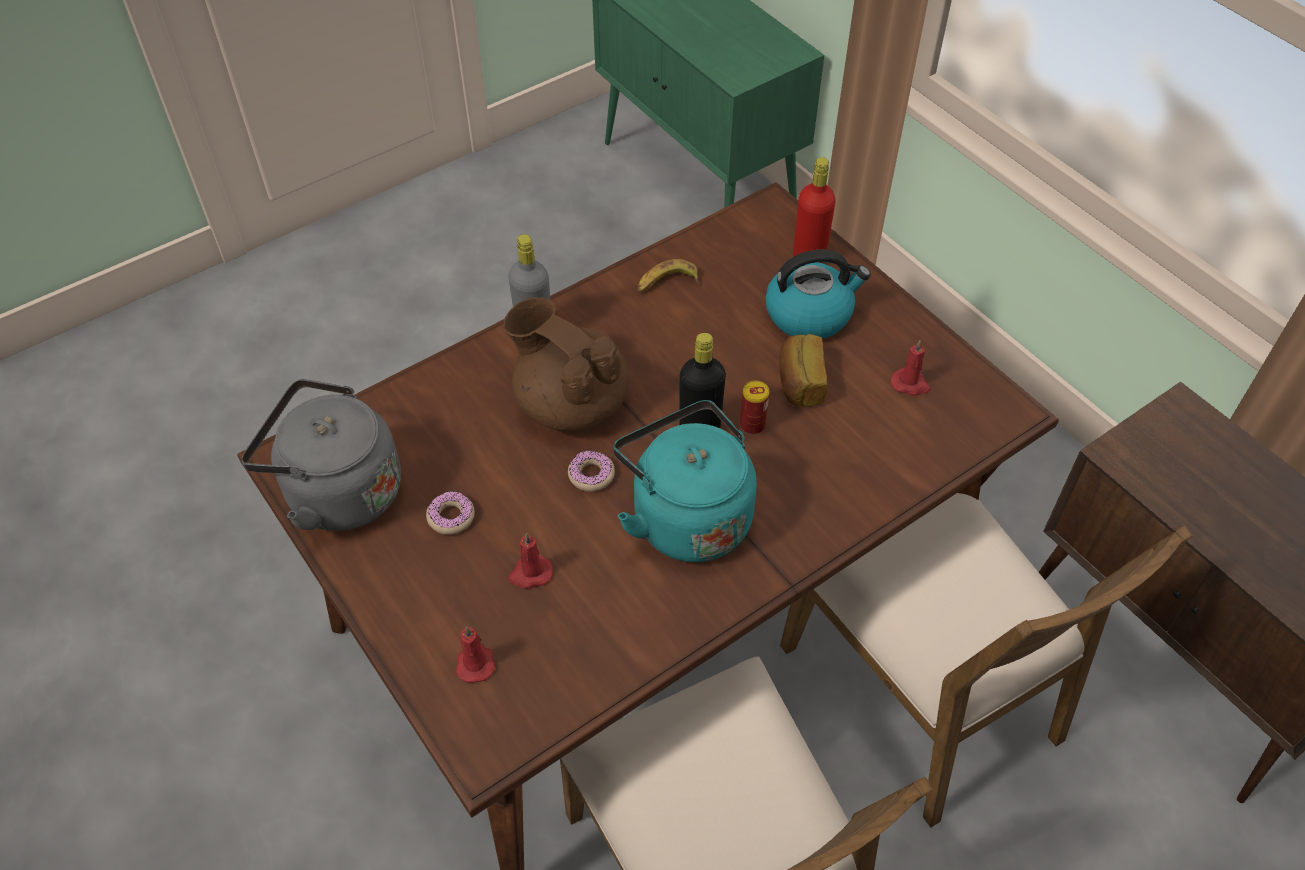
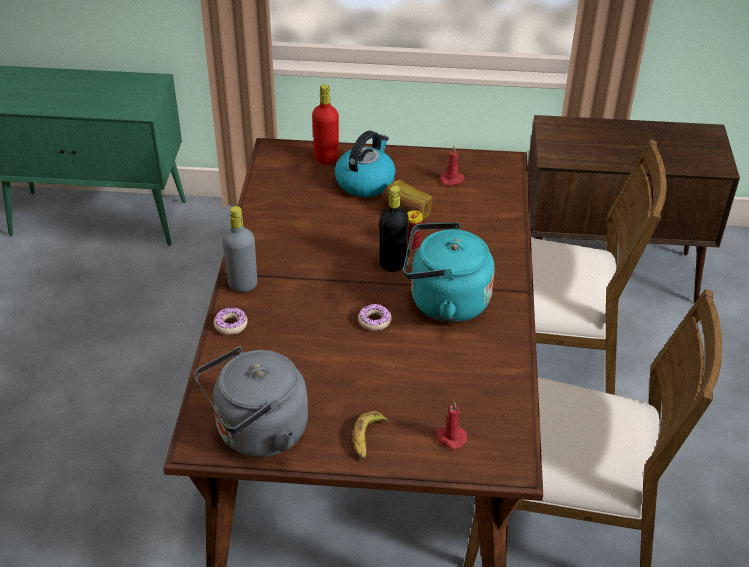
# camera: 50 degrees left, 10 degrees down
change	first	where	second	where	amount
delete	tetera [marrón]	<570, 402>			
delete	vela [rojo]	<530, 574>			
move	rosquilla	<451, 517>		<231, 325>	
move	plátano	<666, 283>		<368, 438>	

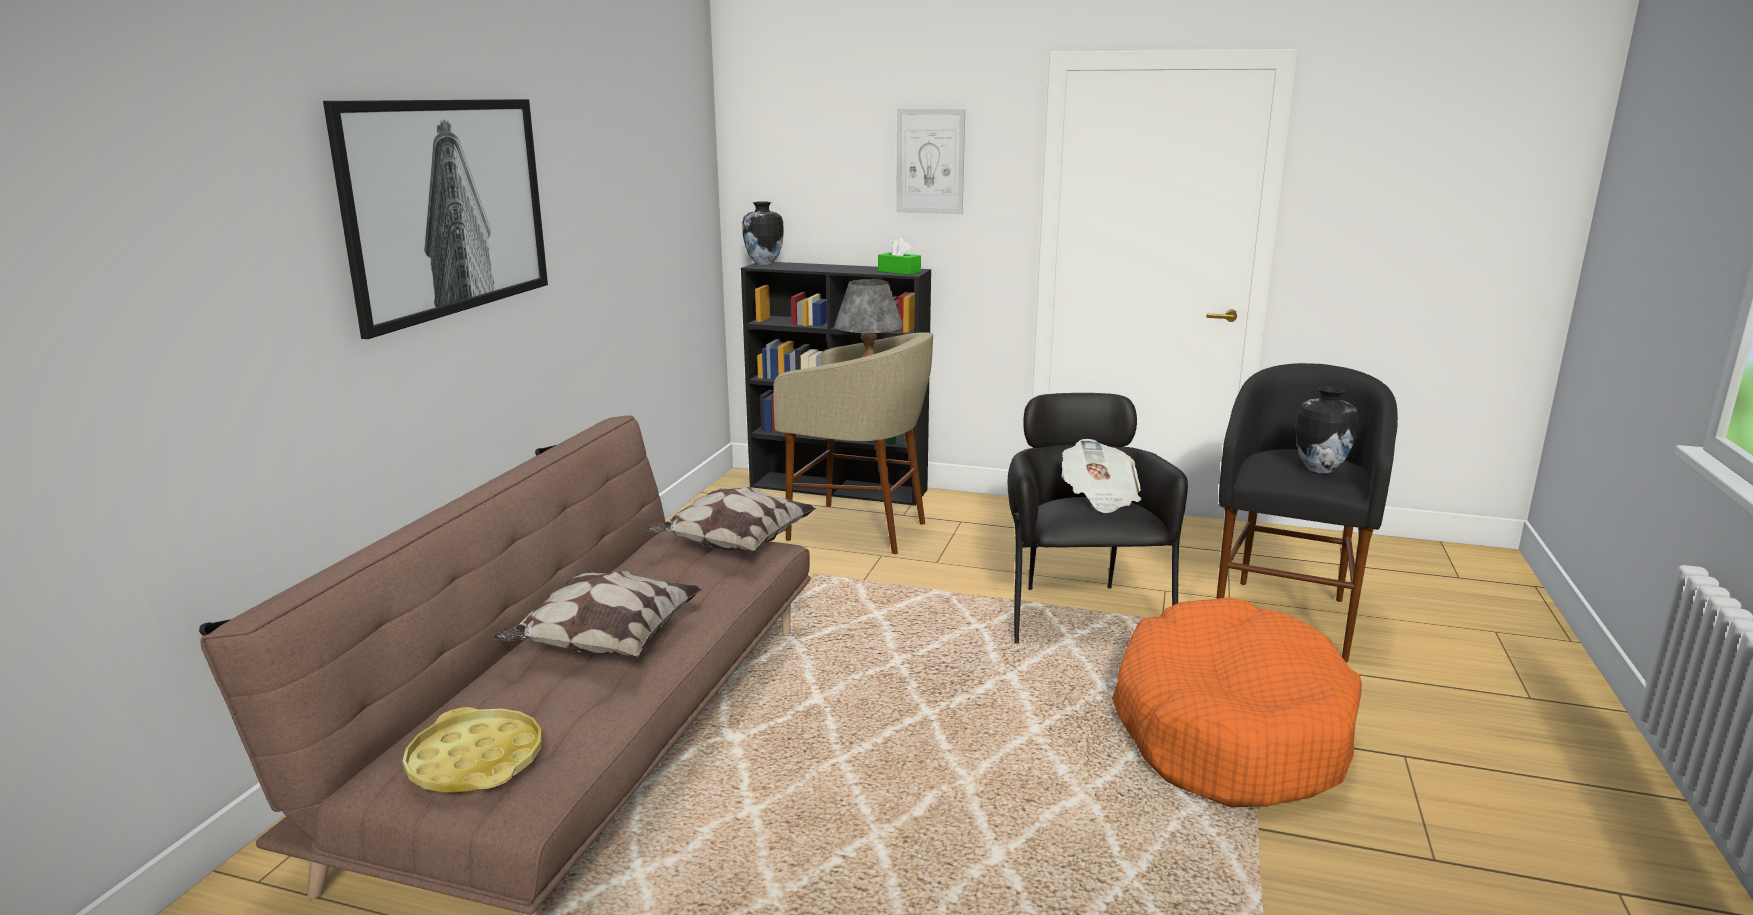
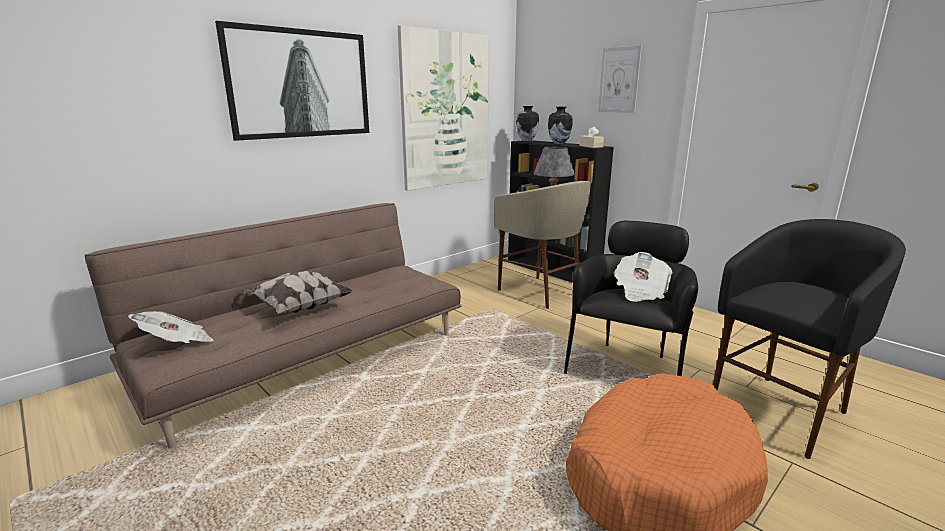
# camera: 30 degrees right, 0 degrees up
change	first	where	second	where	amount
delete	cojín	<733, 545>			
insert			cuadro	<446, 111>	
move	florero	<1319, 469>		<558, 143>	
replace	bandeja [amarillo]	<476, 761>	periódico	<177, 343>	
recolor	caja de pañuelos [verde]	<899, 271>	caja de pañuelos [beis]	<590, 146>	

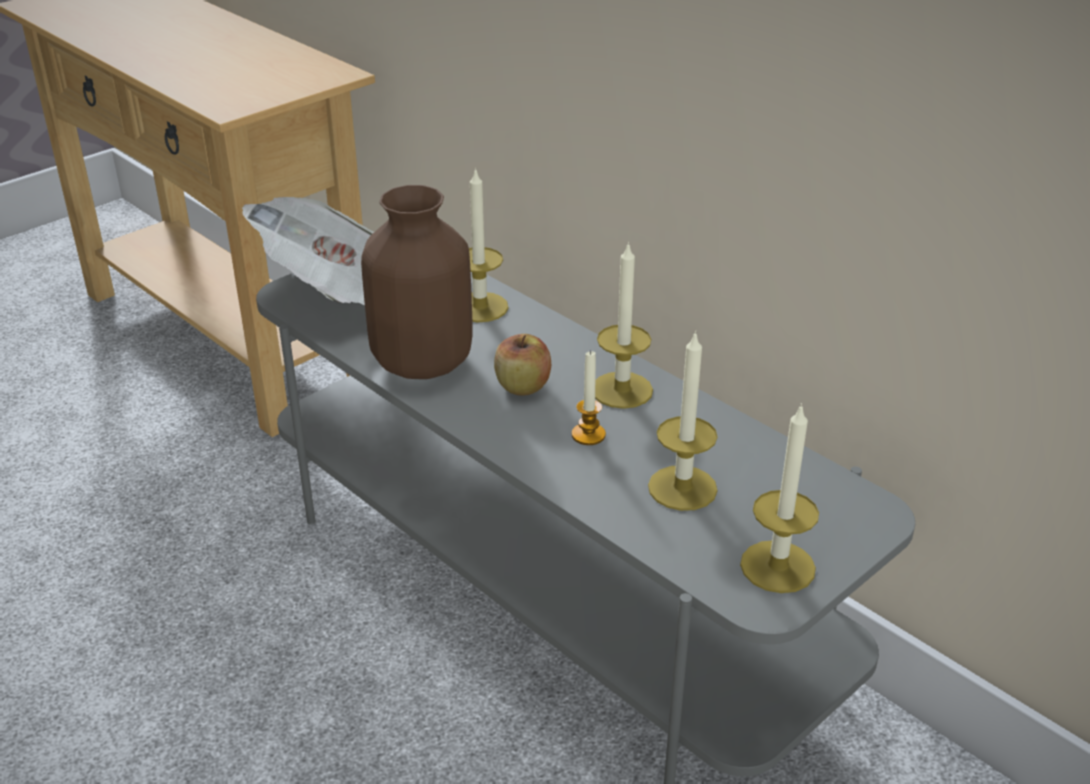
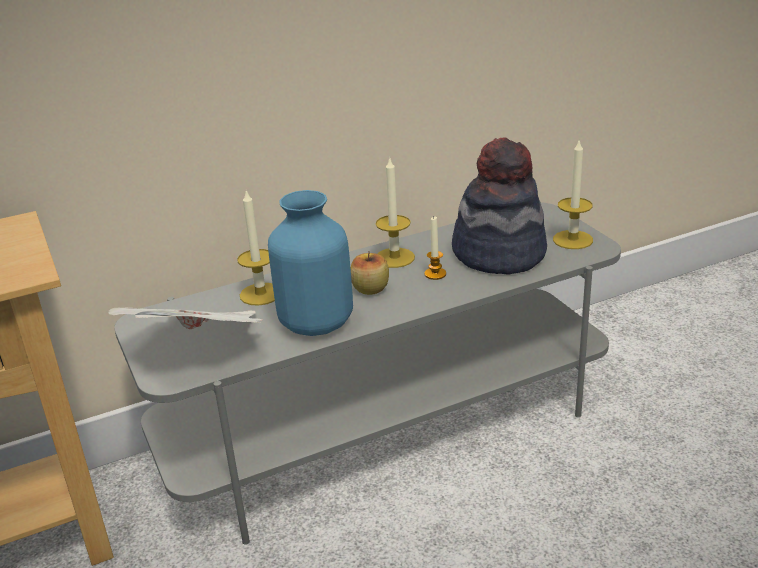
# camera: 70 degrees left, 5 degrees down
change	first	where	second	where	amount
replace	vela	<682, 488>	sombrero	<499, 254>	
recolor	florero [marrón]	<423, 361>	florero [azul]	<315, 323>	

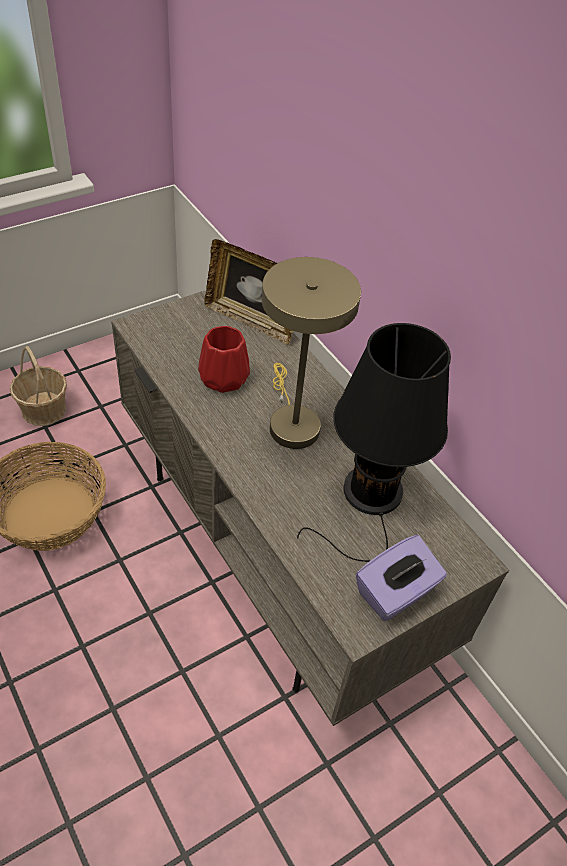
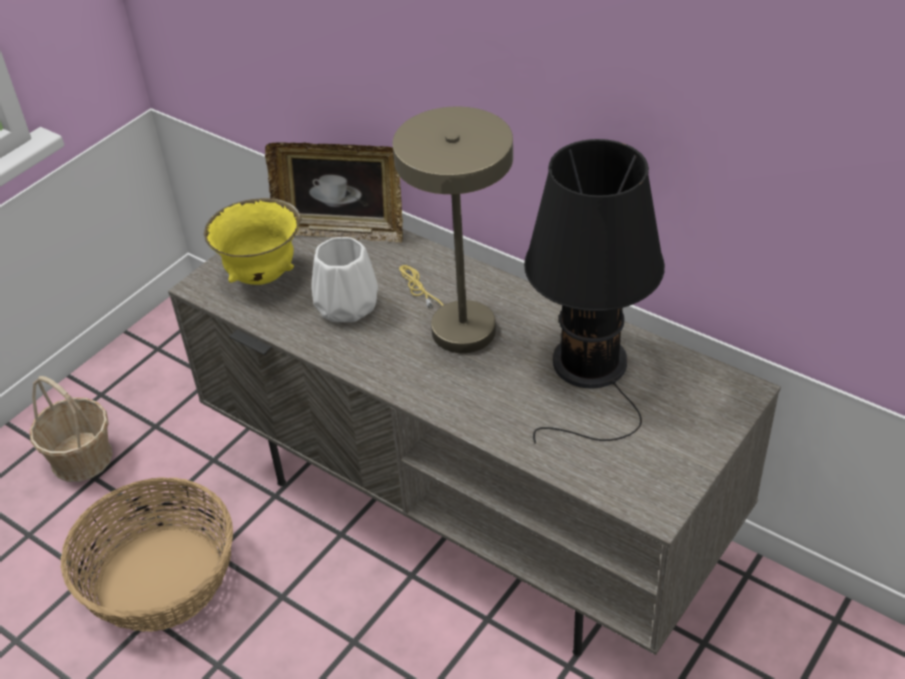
# camera: 15 degrees left, 5 degrees down
change	first	where	second	where	amount
delete	caja de pañuelos [morado]	<396, 593>			
insert			cuenco [amarillo]	<263, 276>	
recolor	florero [rojo]	<223, 380>	florero [blanco]	<347, 307>	

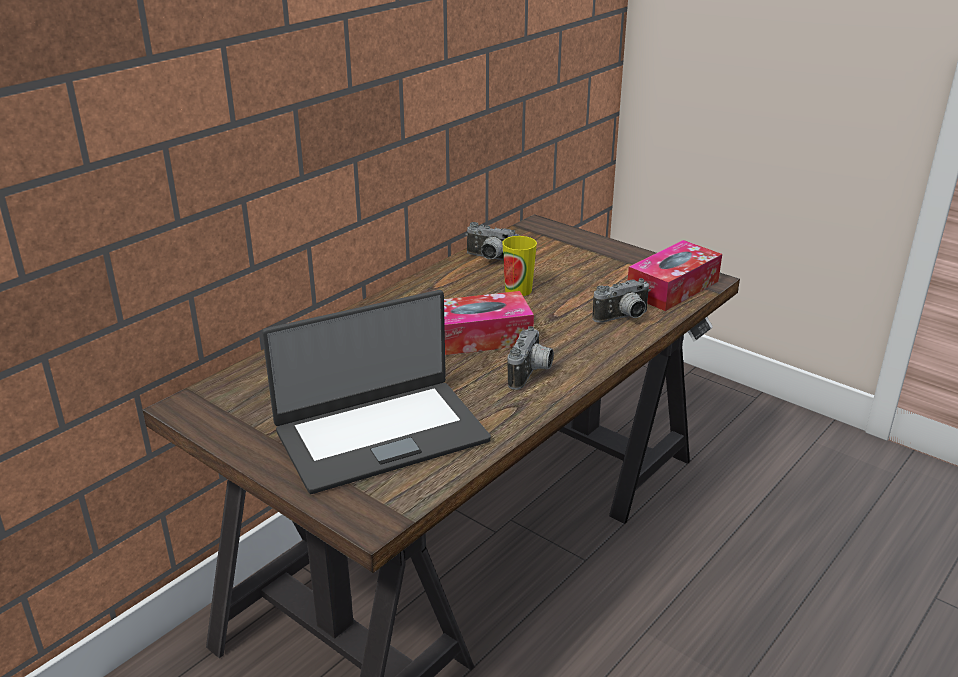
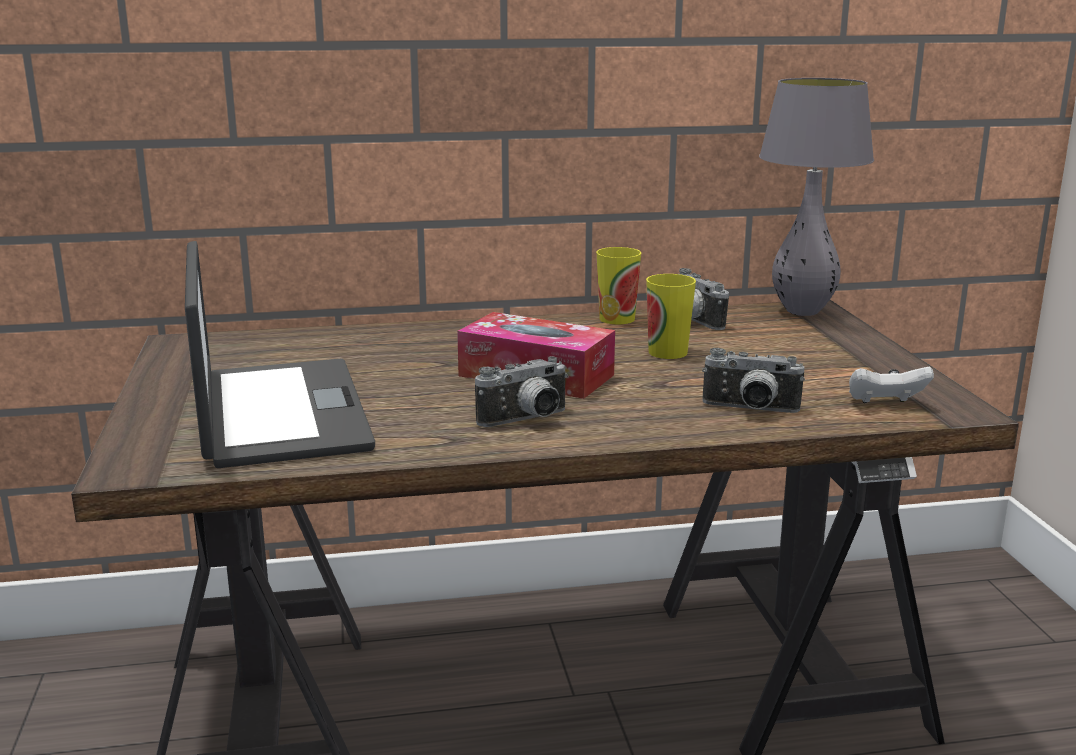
# camera: 40 degrees right, 10 degrees down
change	first	where	second	where	amount
insert			taza	<617, 319>	
insert			lámpara de mesa [gris]	<802, 312>	
replace	caja de pañuelos	<672, 288>	mando de consola [blanco]	<884, 403>	
rotate	portátil	<380, 434>		<277, 413>	120 degrees counterclockwise

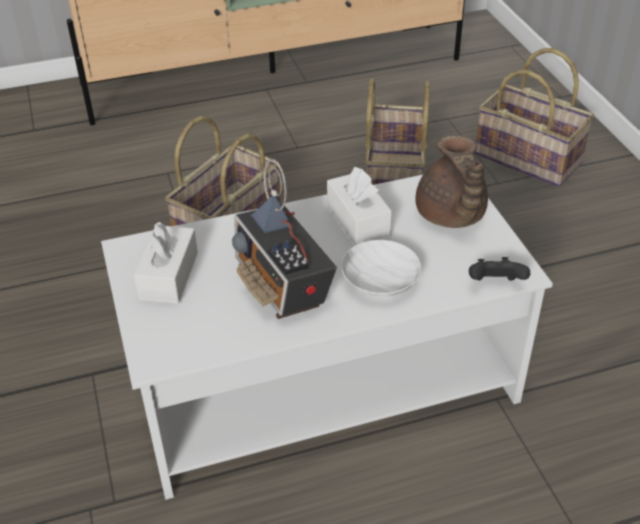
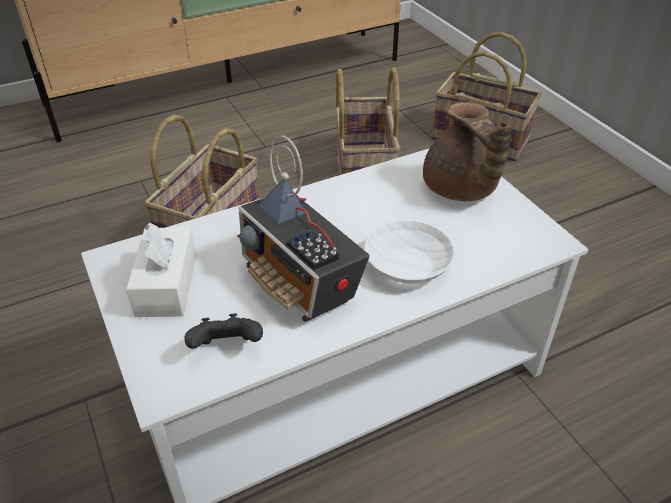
# camera: 10 degrees left, 0 degrees up
change	first	where	second	where	amount
delete	caja de pañuelos [blanco]	<358, 219>			
move	mando de consola [negro]	<495, 284>		<227, 347>	

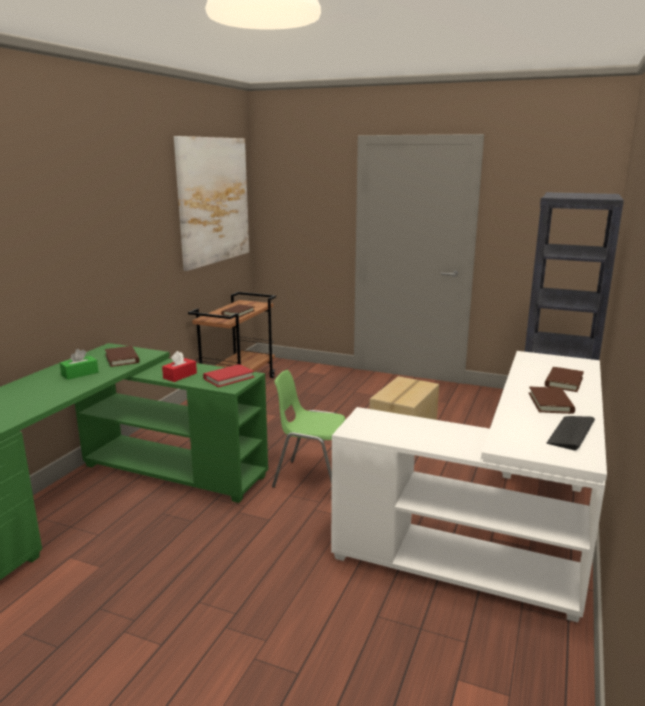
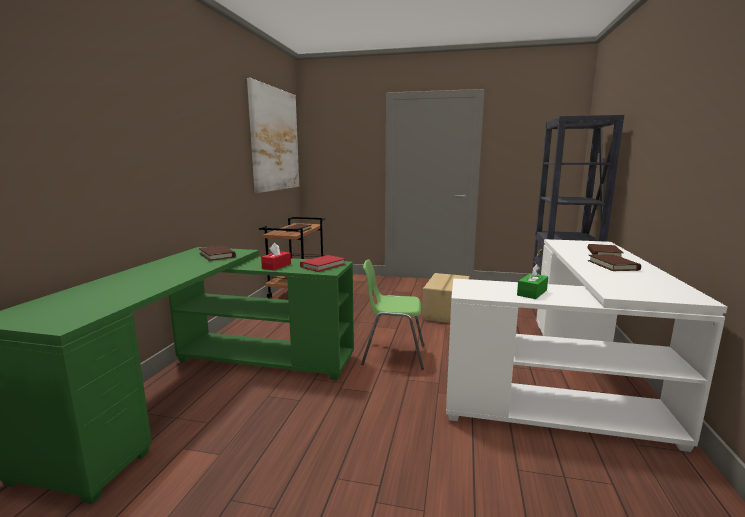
# camera: 10 degrees left, 5 degrees down
change	first	where	second	where	amount
delete	teclado	<571, 433>			
move	caja de pañuelos [verde]	<80, 374>		<532, 293>	

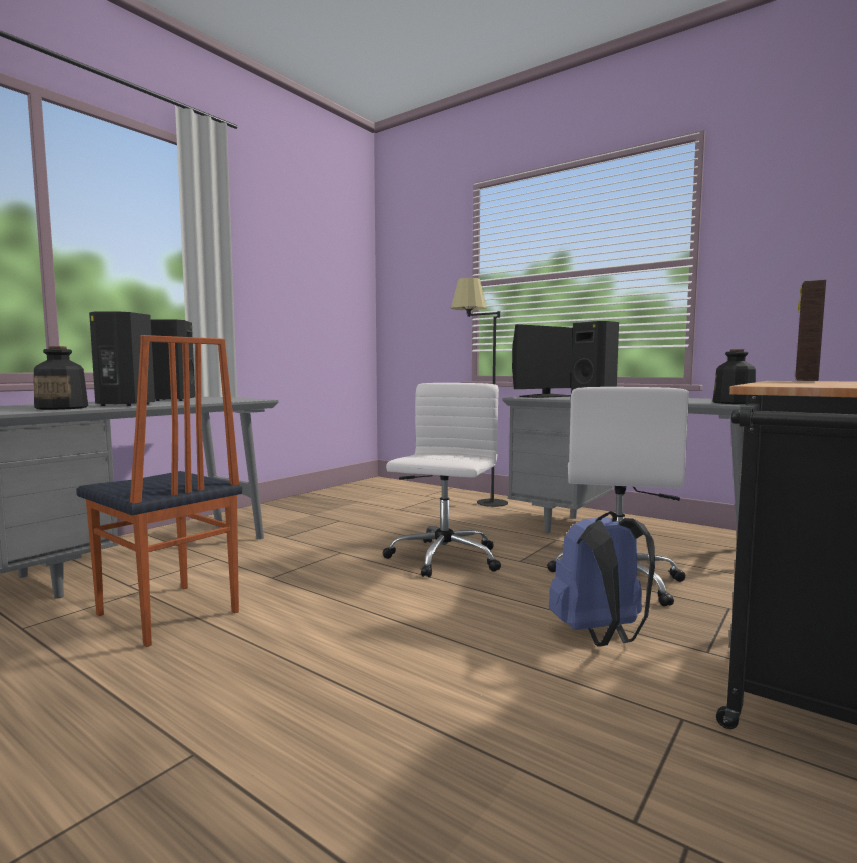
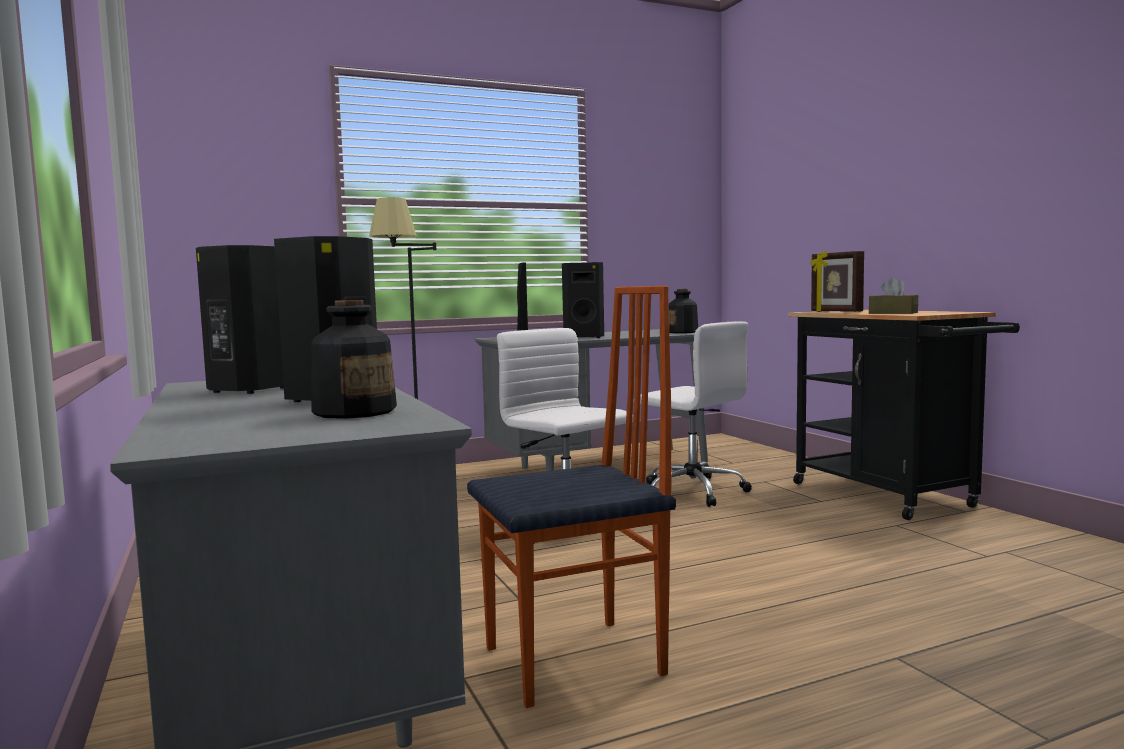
# camera: 60 degrees left, 0 degrees up
change	first	where	second	where	amount
delete	mochila [azul]	<601, 636>			
insert			caja de pañuelos [marrón]	<893, 313>	

